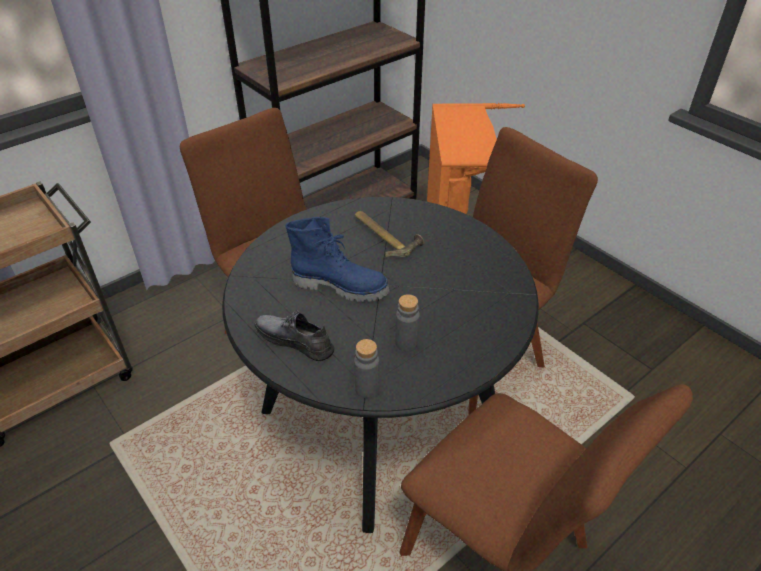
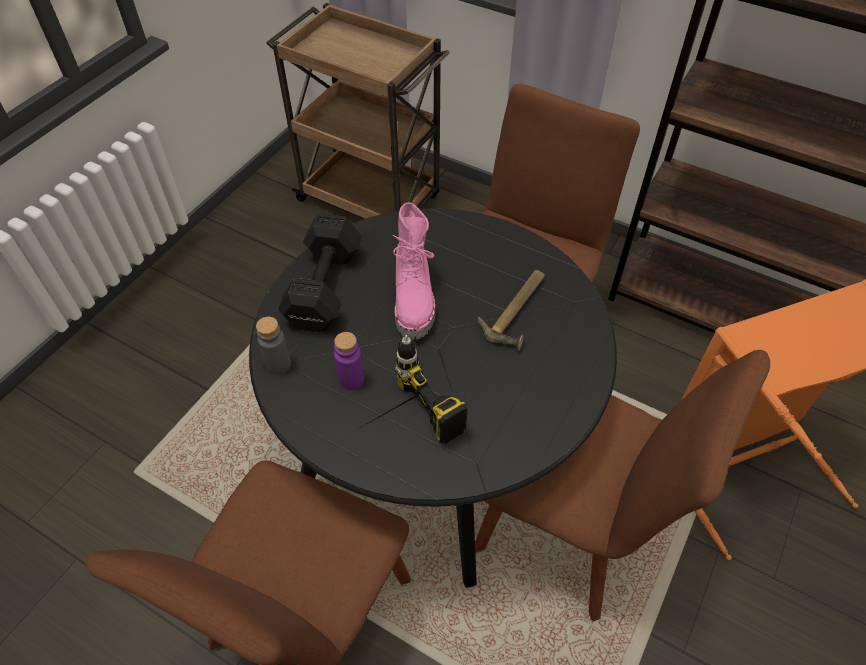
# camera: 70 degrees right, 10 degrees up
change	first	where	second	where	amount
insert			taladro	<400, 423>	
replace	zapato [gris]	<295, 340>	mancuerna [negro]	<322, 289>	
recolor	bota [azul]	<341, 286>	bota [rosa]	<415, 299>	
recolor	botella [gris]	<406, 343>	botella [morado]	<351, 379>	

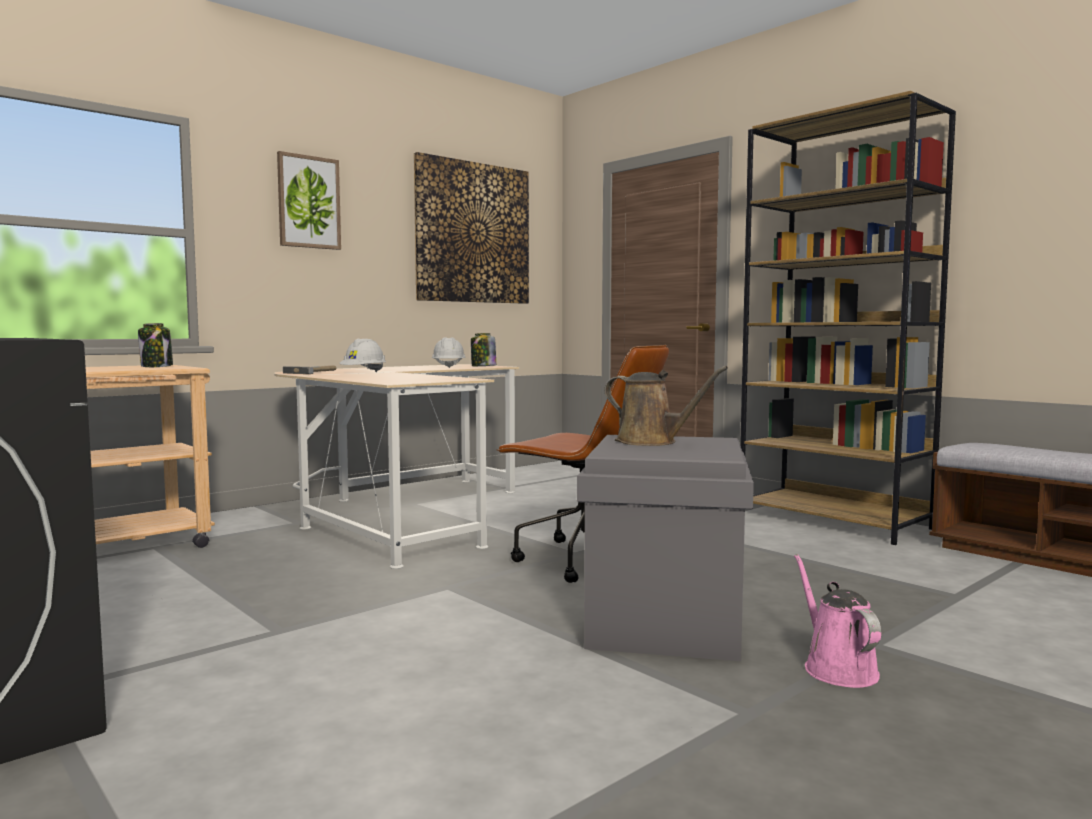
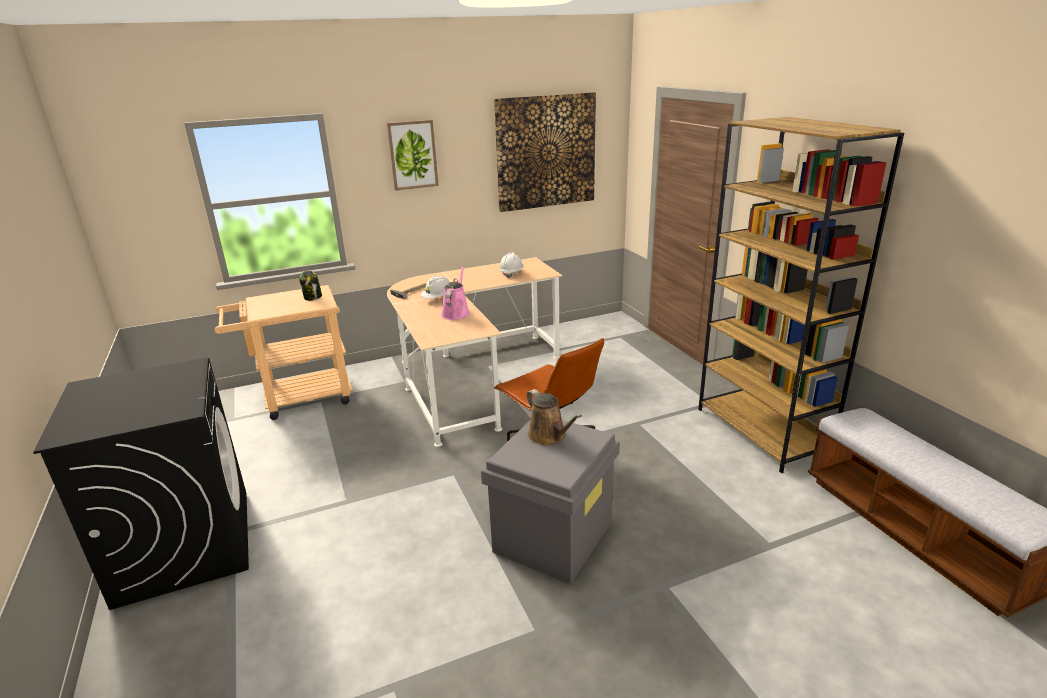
# camera: 20 degrees right, 20 degrees up
change	first	where	second	where	amount
delete	tarro	<483, 366>			
move	regadera [rosa]	<836, 668>		<456, 313>	

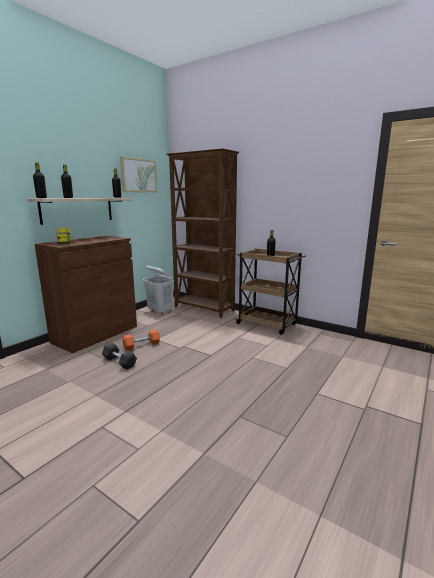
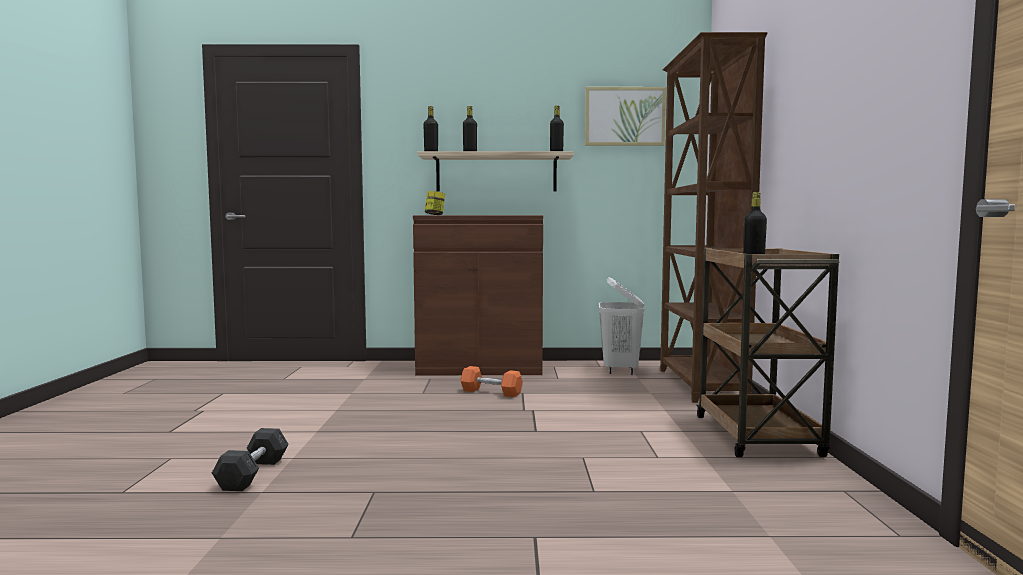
# camera: 55 degrees right, 10 degrees down
change	first	where	second	where	amount
move	mancuerna [gris]	<119, 362>		<253, 474>	

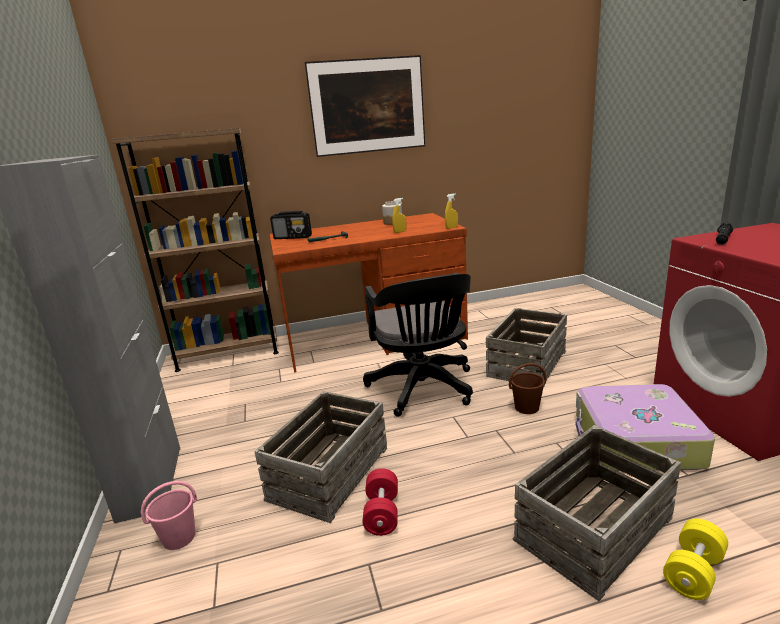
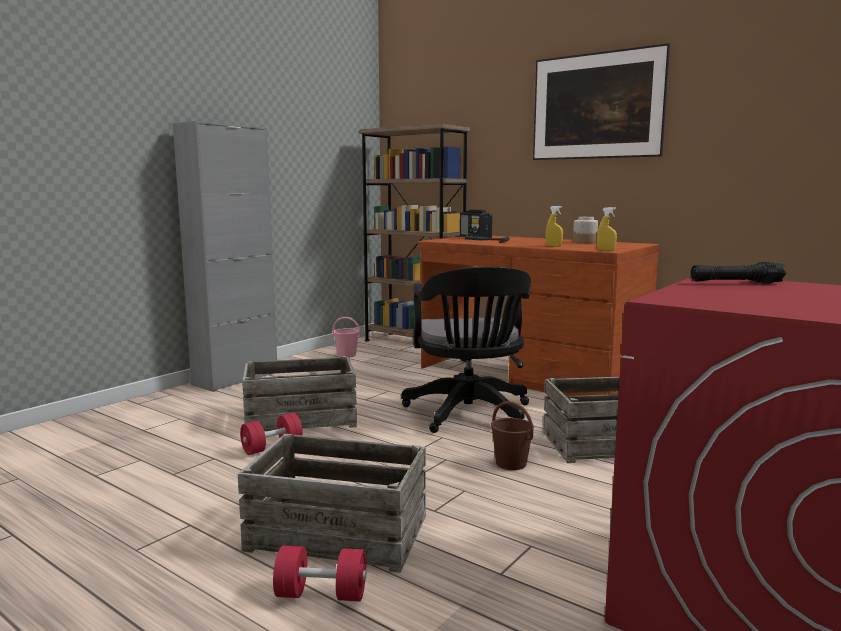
# camera: 50 degrees right, 10 degrees down
change	first	where	second	where	amount
delete	maleta	<635, 441>			
move	cubo [rosa]	<180, 537>		<347, 355>	
recolor	mancuerna [amarillo]	<693, 572>	mancuerna [rojo]	<321, 594>	
rotate	silla de oficina [negro]	<423, 390>		<469, 415>	45 degrees counterclockwise

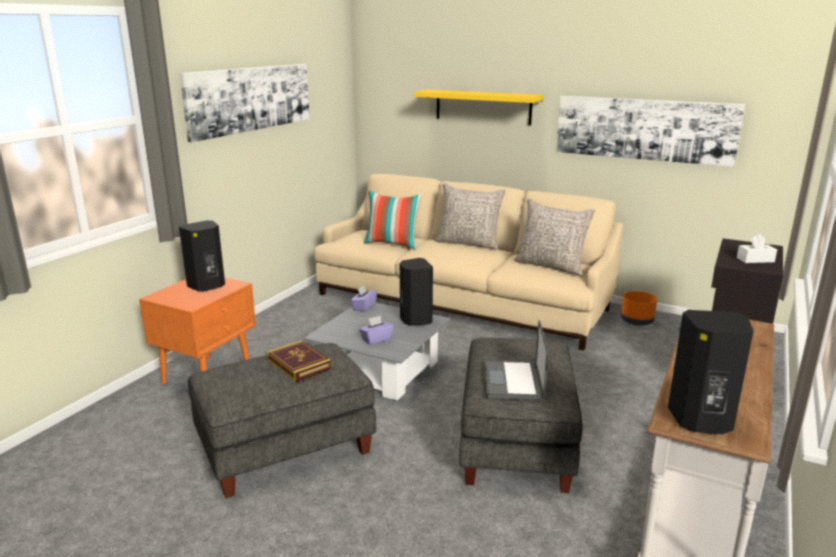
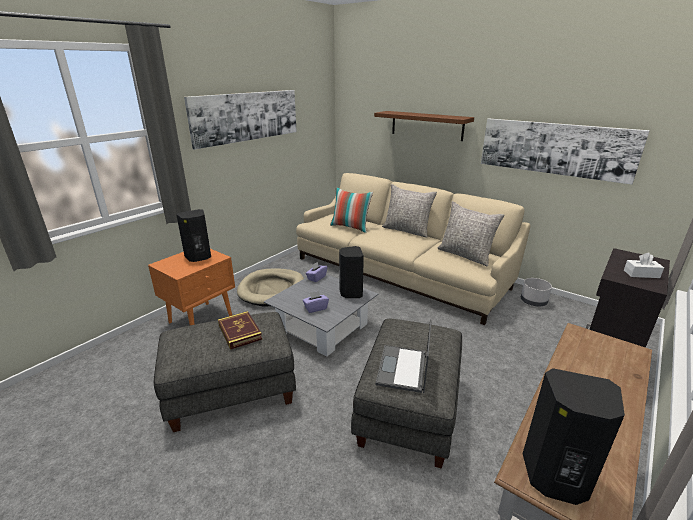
# camera: 10 degrees right, 5 degrees up
change	first	where	second	where	amount
insert			cama para perro [beis]	<272, 289>	
recolor	estante [amarillo]	<483, 106>	estante [marrón]	<426, 125>	
recolor	maceta [naranja]	<637, 321>	maceta [gris]	<533, 301>	

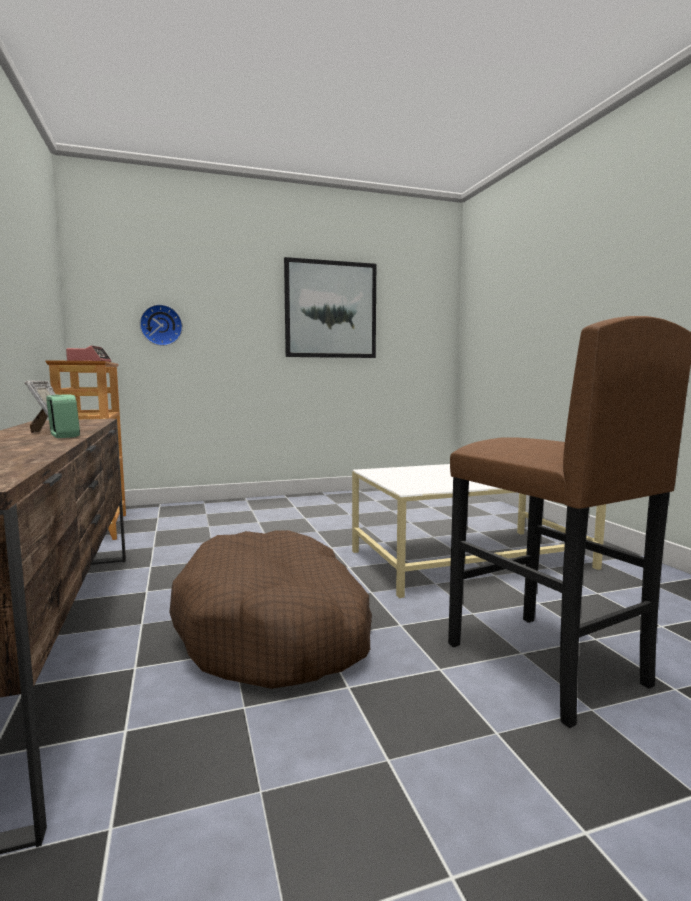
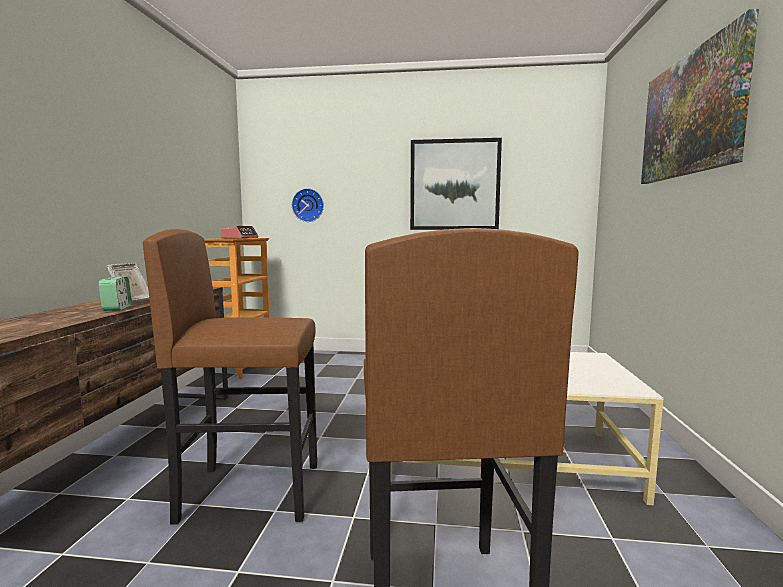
# camera: 25 degrees right, 0 degrees up
change	first	where	second	where	amount
insert			cuadro	<691, 115>	
replace	cama para perro [marrón]	<275, 629>	taburete [marrón]	<251, 491>	

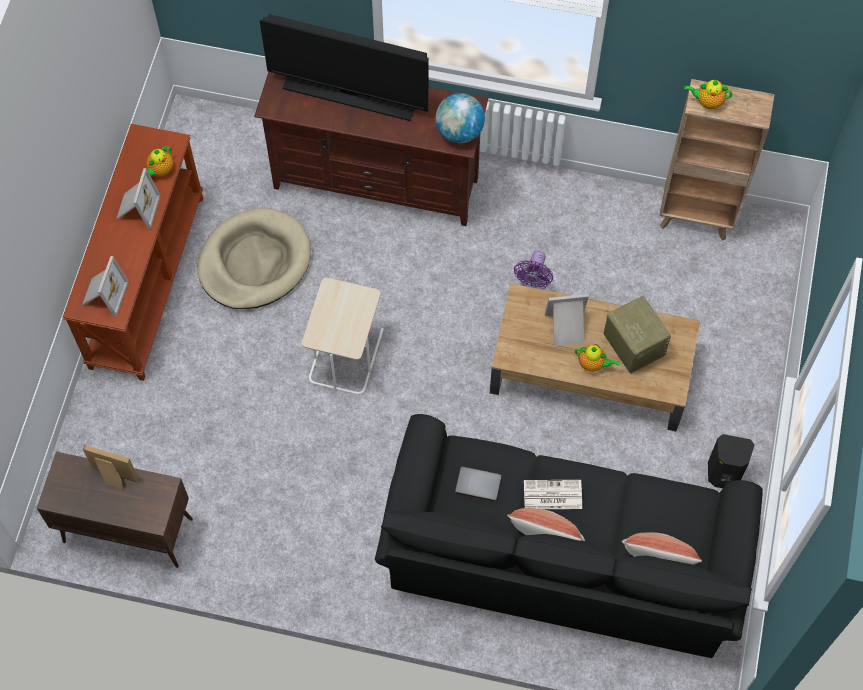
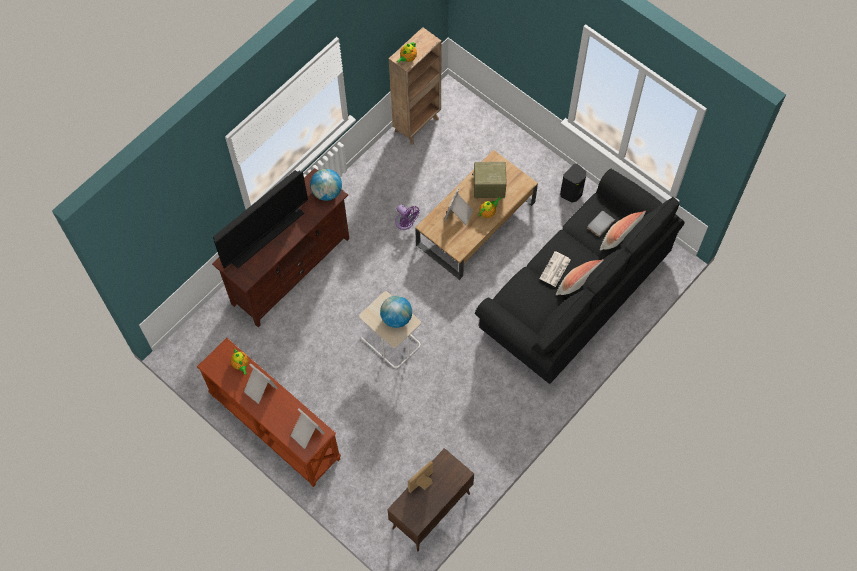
# camera: 60 degrees left, 0 degrees up
change	first	where	second	where	amount
delete	cama para perro [beis]	<254, 262>			
insert			globo terráqueo	<396, 318>	
move	libro [gris]	<478, 483>		<600, 223>	

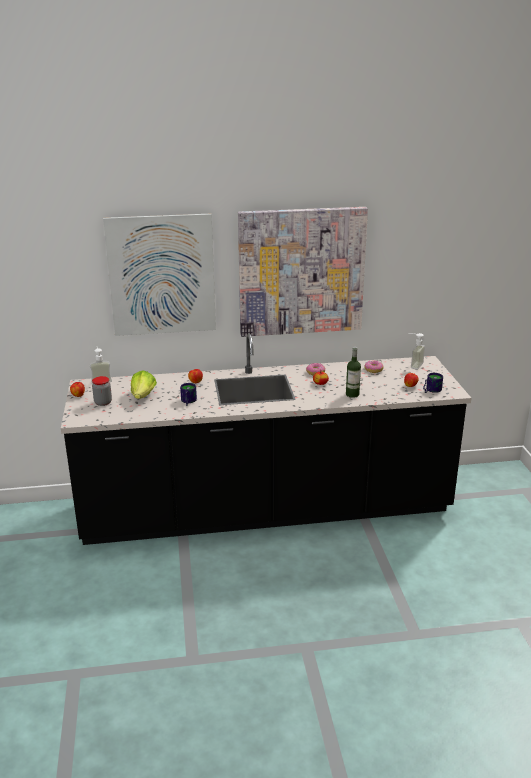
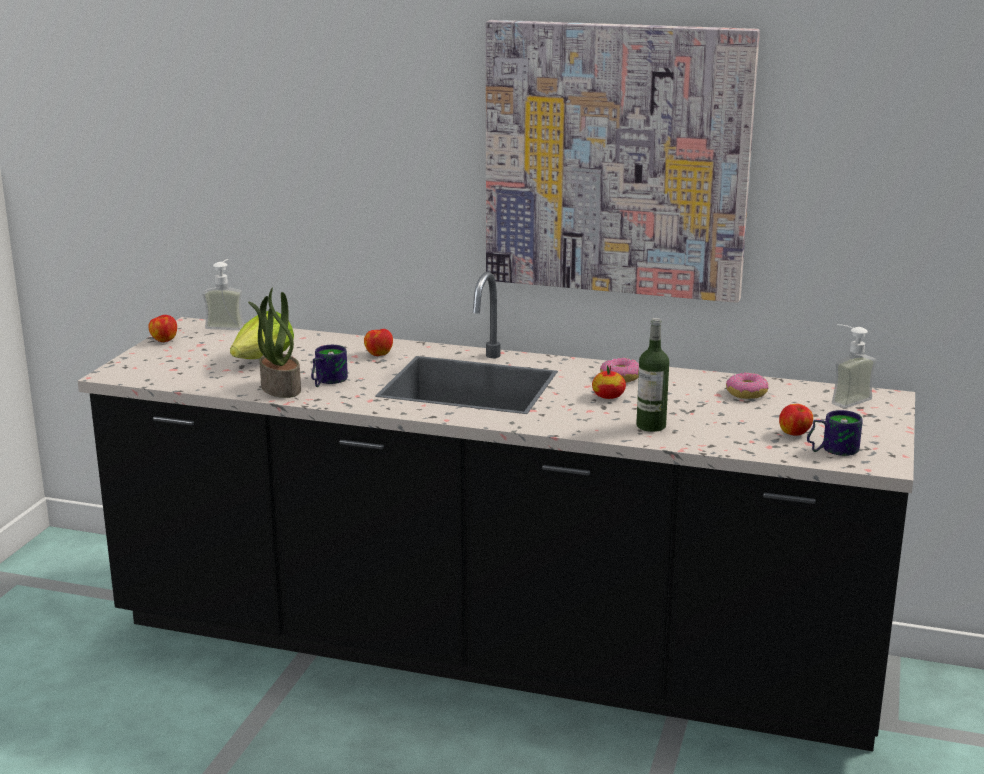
# camera: 25 degrees right, 5 degrees down
change	first	where	second	where	amount
delete	tarro	<103, 402>			
delete	cuadro	<161, 275>			
insert			planta en maceta	<279, 388>	

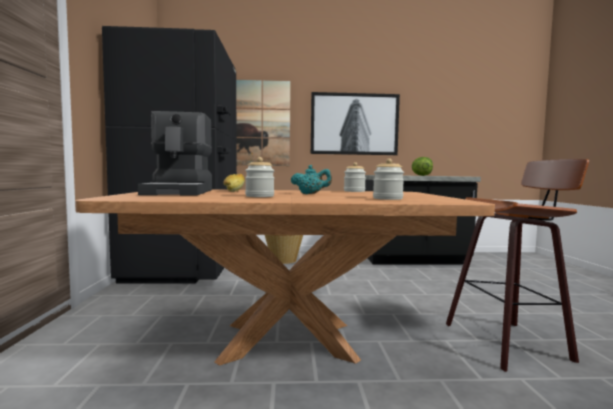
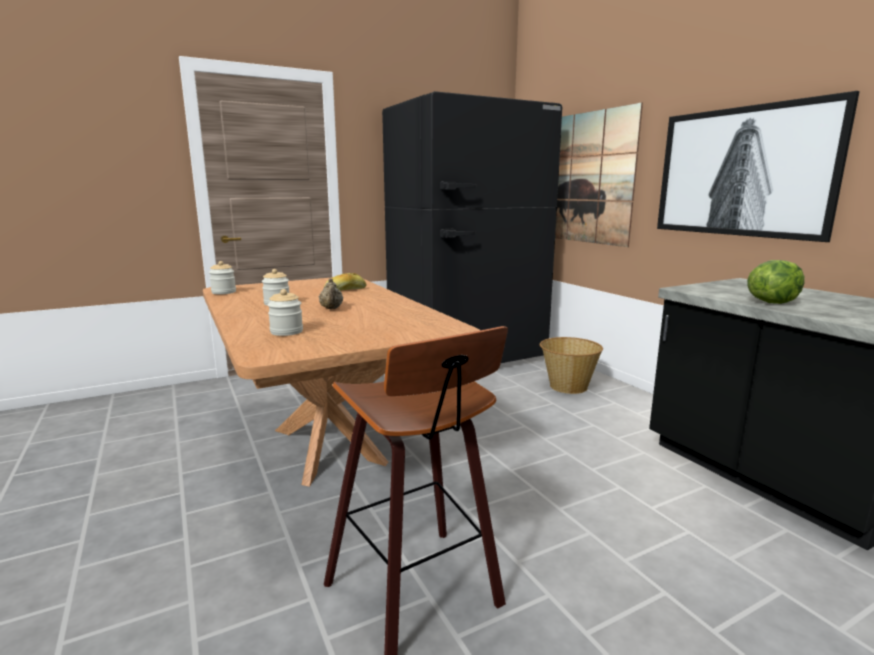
# camera: 65 degrees right, 10 degrees up
change	first	where	second	where	amount
delete	cafetera	<181, 192>			
move	tarro	<354, 191>		<224, 292>	
recolor	tetera [turquesa]	<311, 194>	tetera [beis]	<331, 308>	

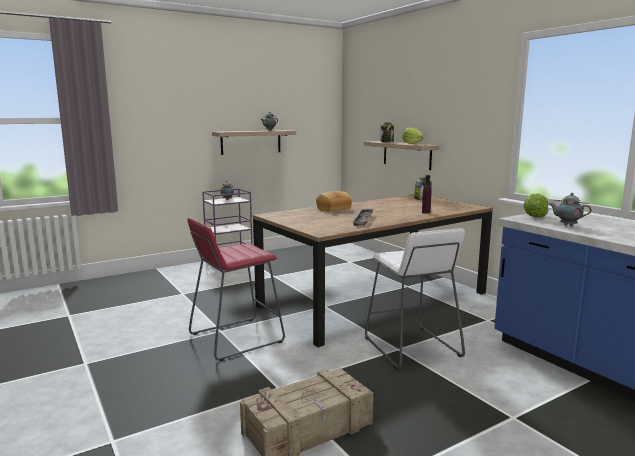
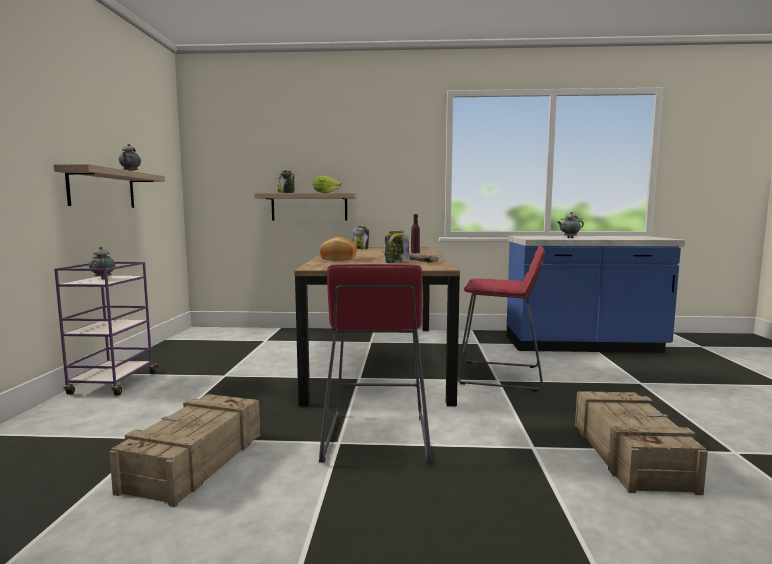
# camera: 55 degrees left, 5 degrees down
change	first	where	second	where	amount
delete	lechuga	<534, 217>			
insert			caja de embalaje	<193, 462>	
insert			tarro	<396, 263>	
recolor	taburete [blanco]	<411, 347>	taburete [rojo]	<500, 375>	

